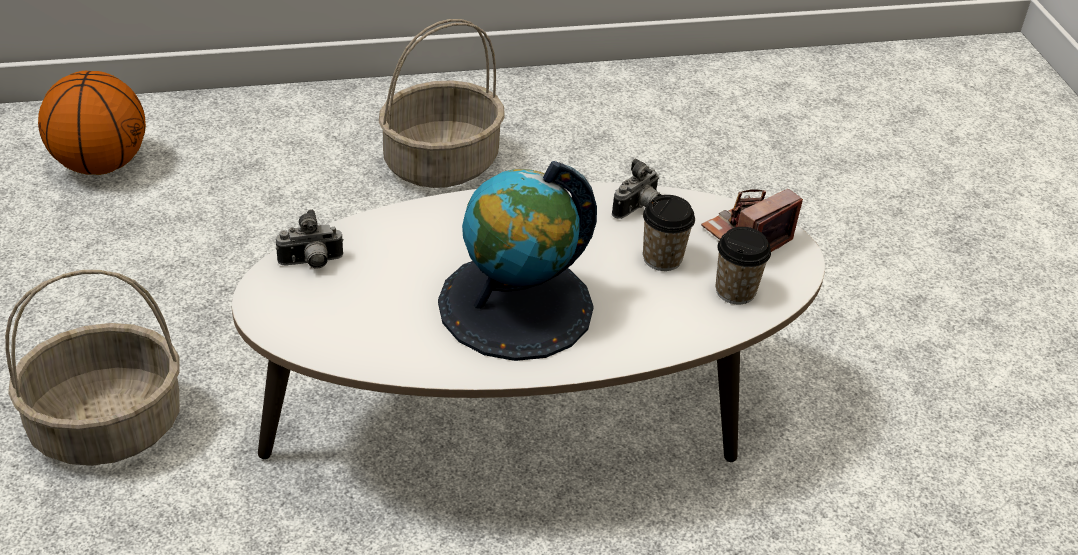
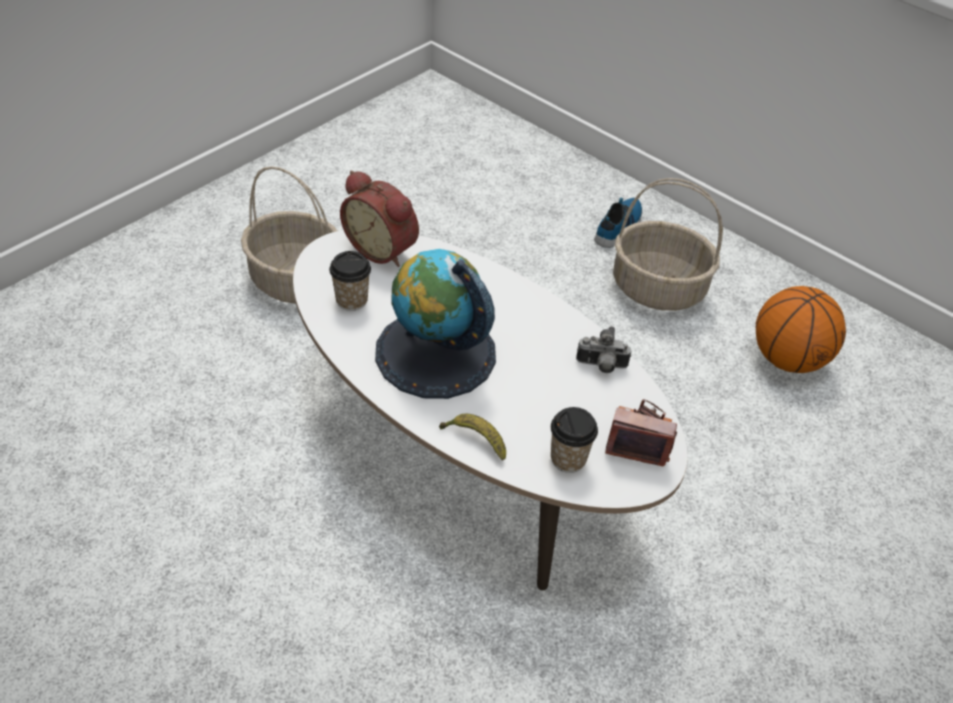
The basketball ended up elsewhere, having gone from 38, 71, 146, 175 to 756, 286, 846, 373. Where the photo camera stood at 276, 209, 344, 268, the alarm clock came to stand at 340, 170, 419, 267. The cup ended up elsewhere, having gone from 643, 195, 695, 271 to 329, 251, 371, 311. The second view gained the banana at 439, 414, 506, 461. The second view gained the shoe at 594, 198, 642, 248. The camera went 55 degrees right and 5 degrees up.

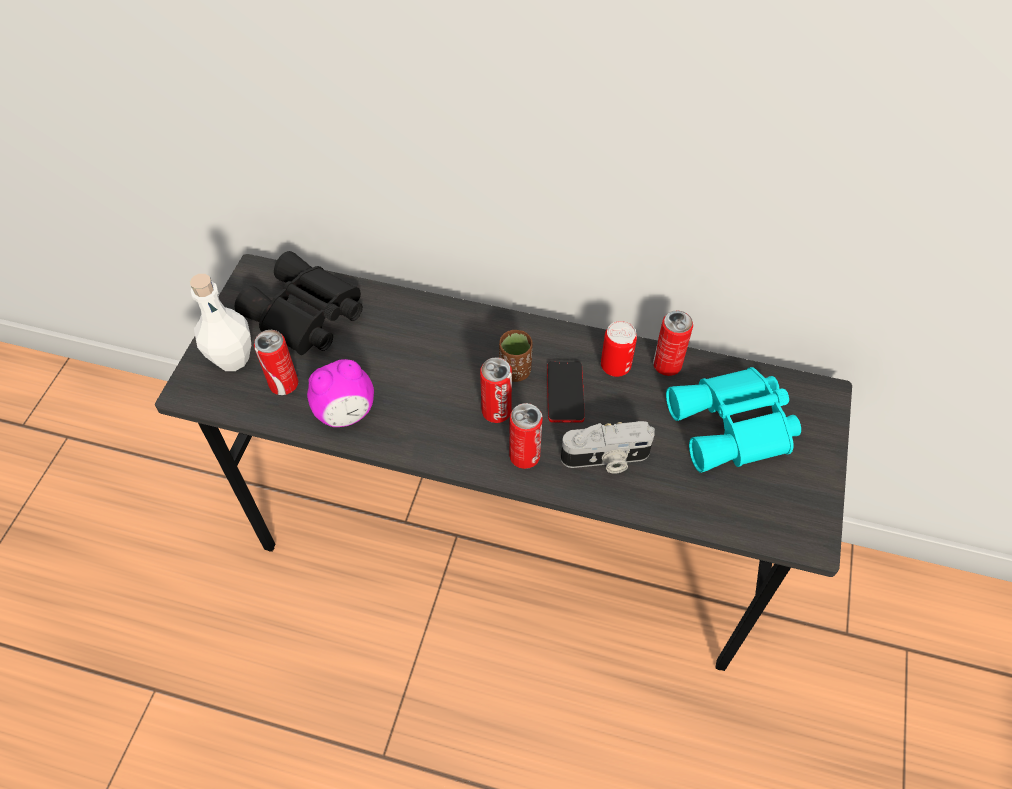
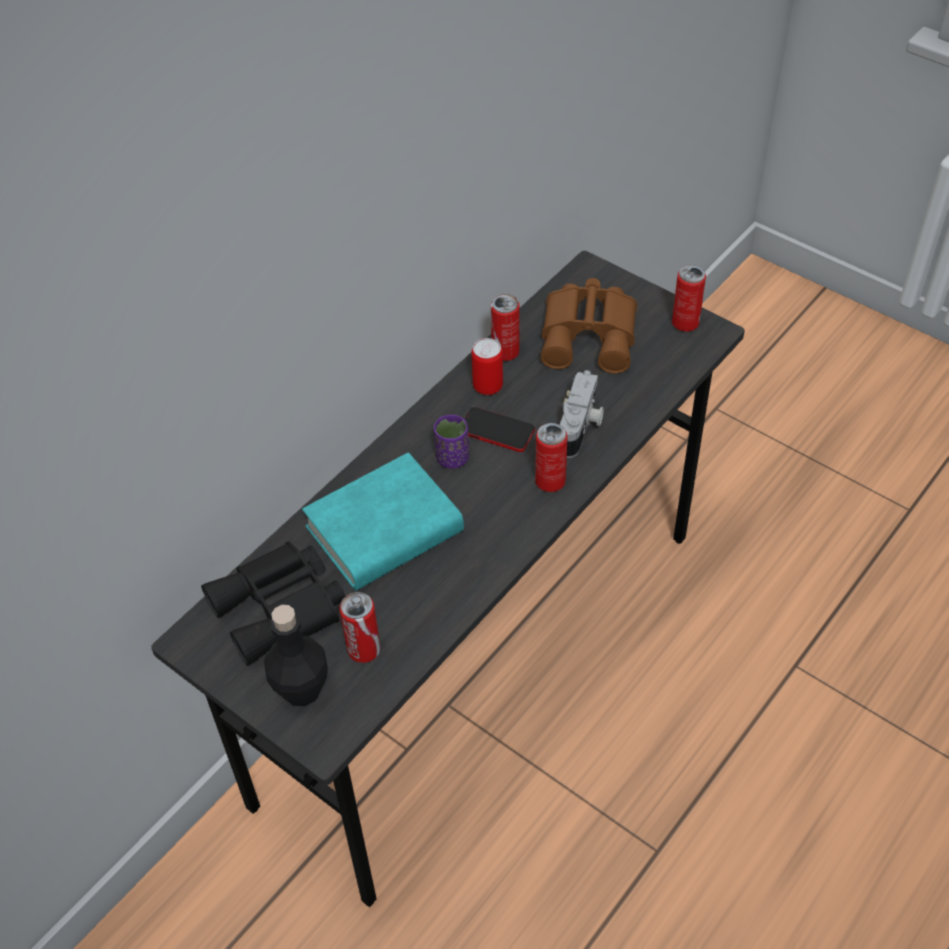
What was the white bottle at 190, 274, 251, 371 turned into the black bottle at 264, 605, 328, 706. The second view lost the alarm clock at 307, 359, 374, 427. The can ended up elsewhere, having gone from 480, 357, 512, 423 to 672, 265, 706, 331. What was the brown cup at 499, 330, 533, 382 turned into the purple cup at 434, 415, 469, 468. What was the turquoise binoculars at 666, 367, 801, 473 turned into the brown binoculars at 541, 278, 637, 374. The second view gained the turquoise book at 302, 452, 464, 591. The camera went 65 degrees left and 5 degrees down.

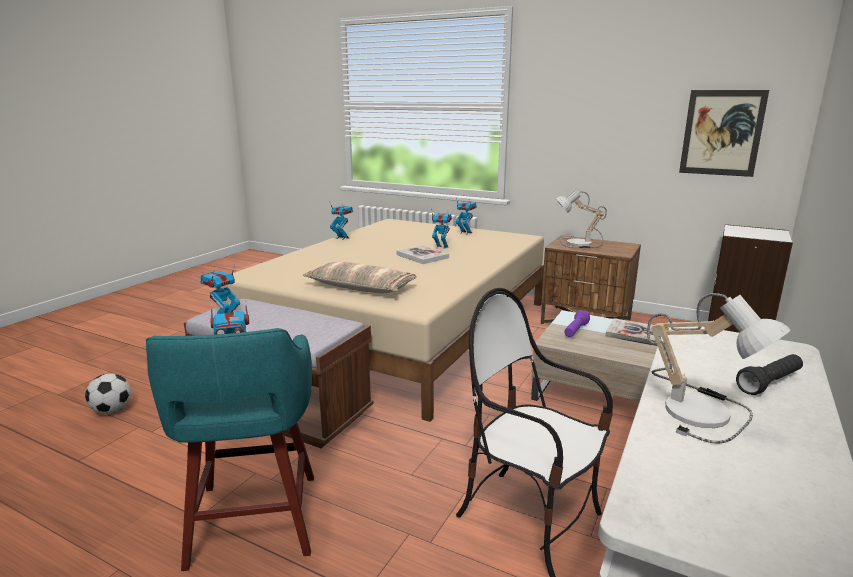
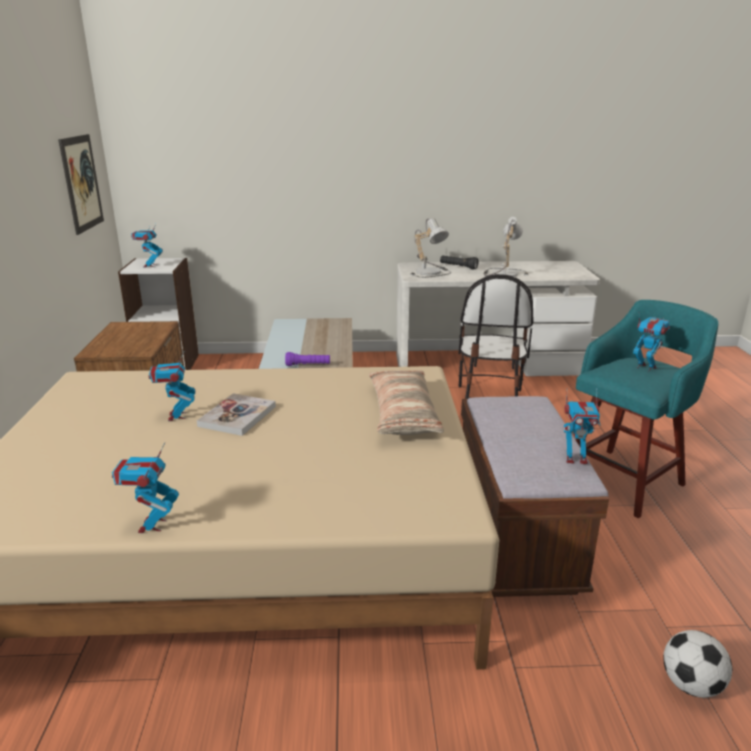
The toy robot ended up elsewhere, having gone from 456, 198, 477, 235 to 131, 224, 163, 267. The table lamp ended up elsewhere, having gone from 556, 190, 607, 248 to 410, 218, 451, 278. The second view lost the book at 605, 318, 661, 346. The camera went 120 degrees left and 5 degrees up.

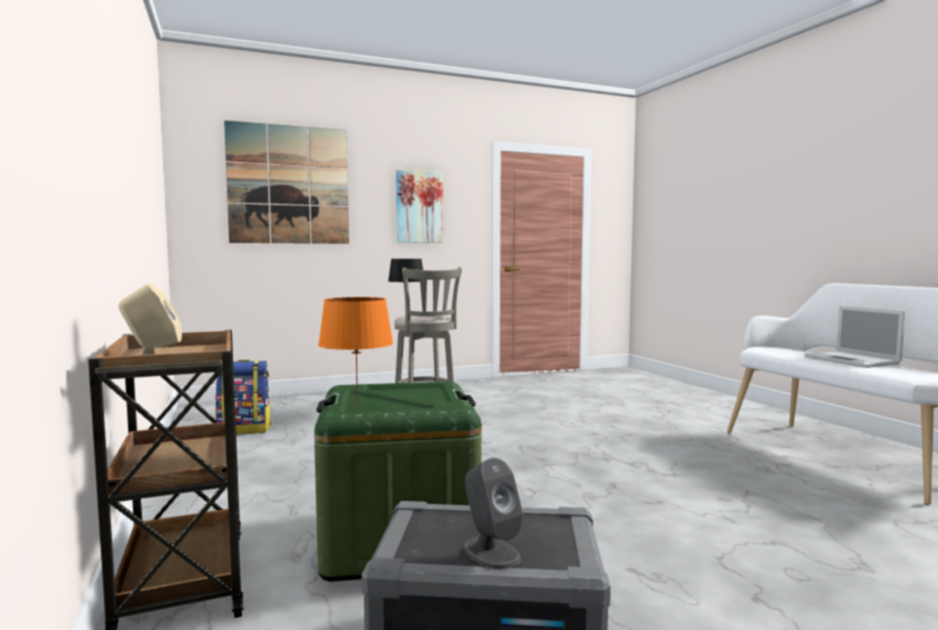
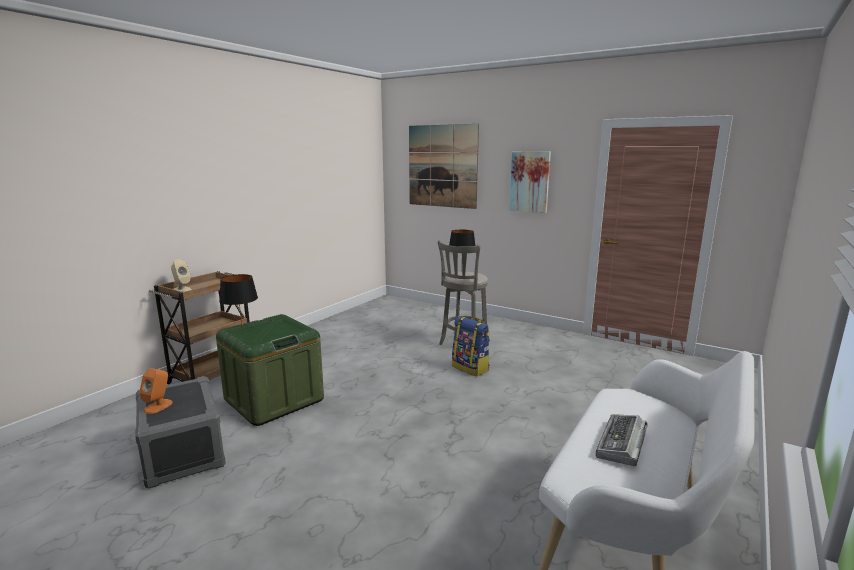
The backpack ended up elsewhere, having gone from 215, 360, 271, 434 to 452, 316, 490, 376. What was the orange table lamp at 318, 297, 393, 410 turned into the black table lamp at 219, 274, 258, 330. What was the grey speaker at 463, 458, 523, 570 turned into the orange speaker at 139, 368, 173, 414. Where the laptop stood at 805, 306, 905, 368, the keyboard came to stand at 596, 414, 647, 466. The camera went 55 degrees right and 10 degrees up.

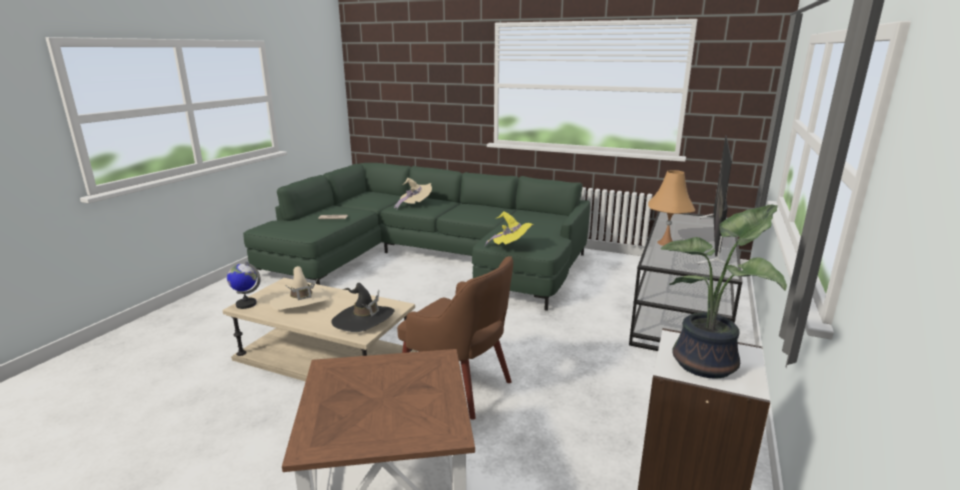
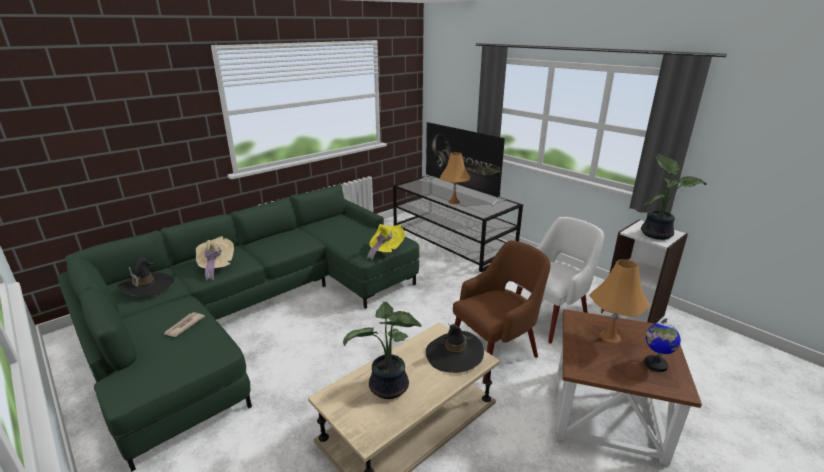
The globe ended up elsewhere, having gone from 227, 262, 261, 309 to 644, 318, 681, 372. Where the beige hat stood at 270, 266, 331, 310, the potted plant came to stand at 343, 302, 422, 399. The second view gained the black hat at 117, 258, 174, 297. The second view gained the white armchair at 515, 216, 604, 343. The second view gained the orange table lamp at 589, 259, 650, 344. The camera went 65 degrees left and 5 degrees up.

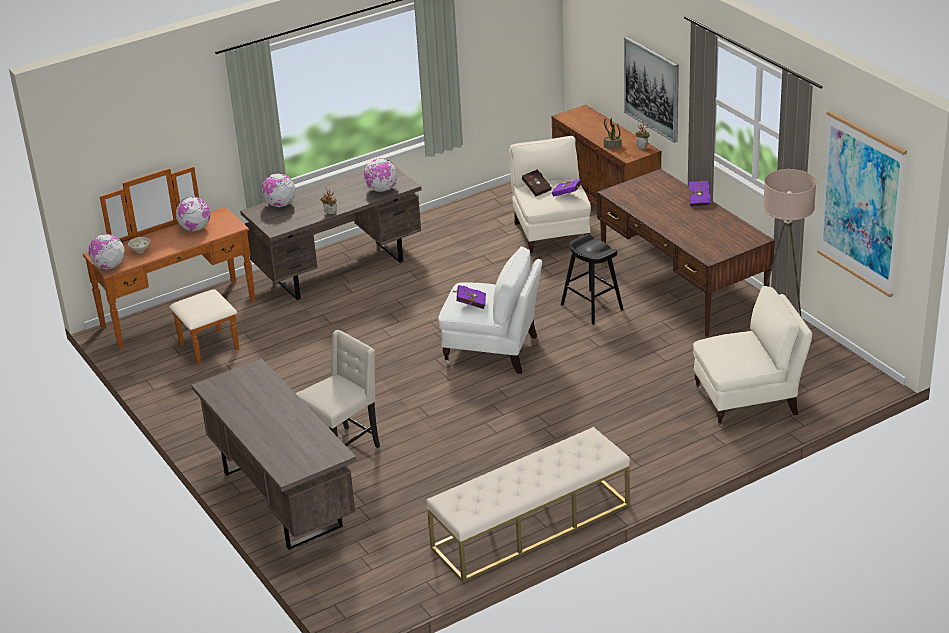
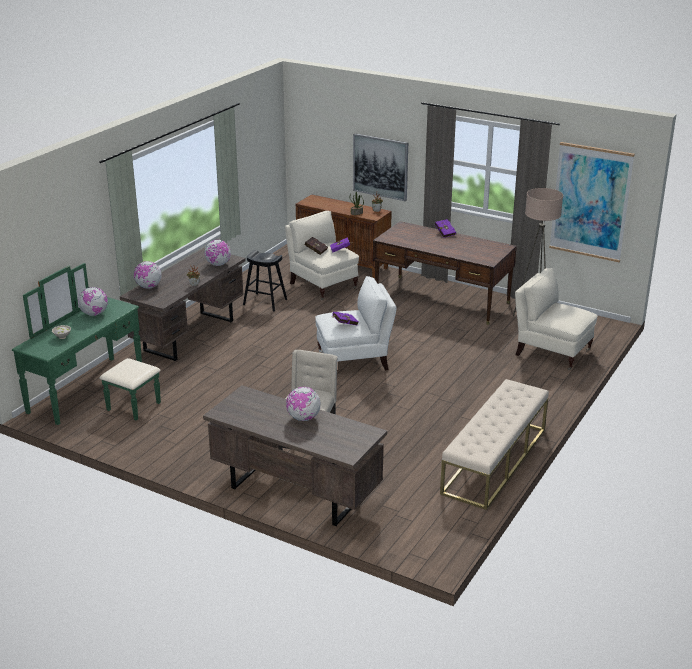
What was the brown dresser at 83, 166, 255, 365 turned into the green dresser at 12, 263, 161, 425. The globe ended up elsewhere, having gone from 88, 234, 125, 270 to 286, 387, 320, 421. The black stool ended up elsewhere, having gone from 561, 234, 623, 325 to 243, 250, 287, 311. The beige armchair at 693, 286, 812, 427 ended up facing another way, 105 degrees counterclockwise from before. The camera went 30 degrees left and 5 degrees down.

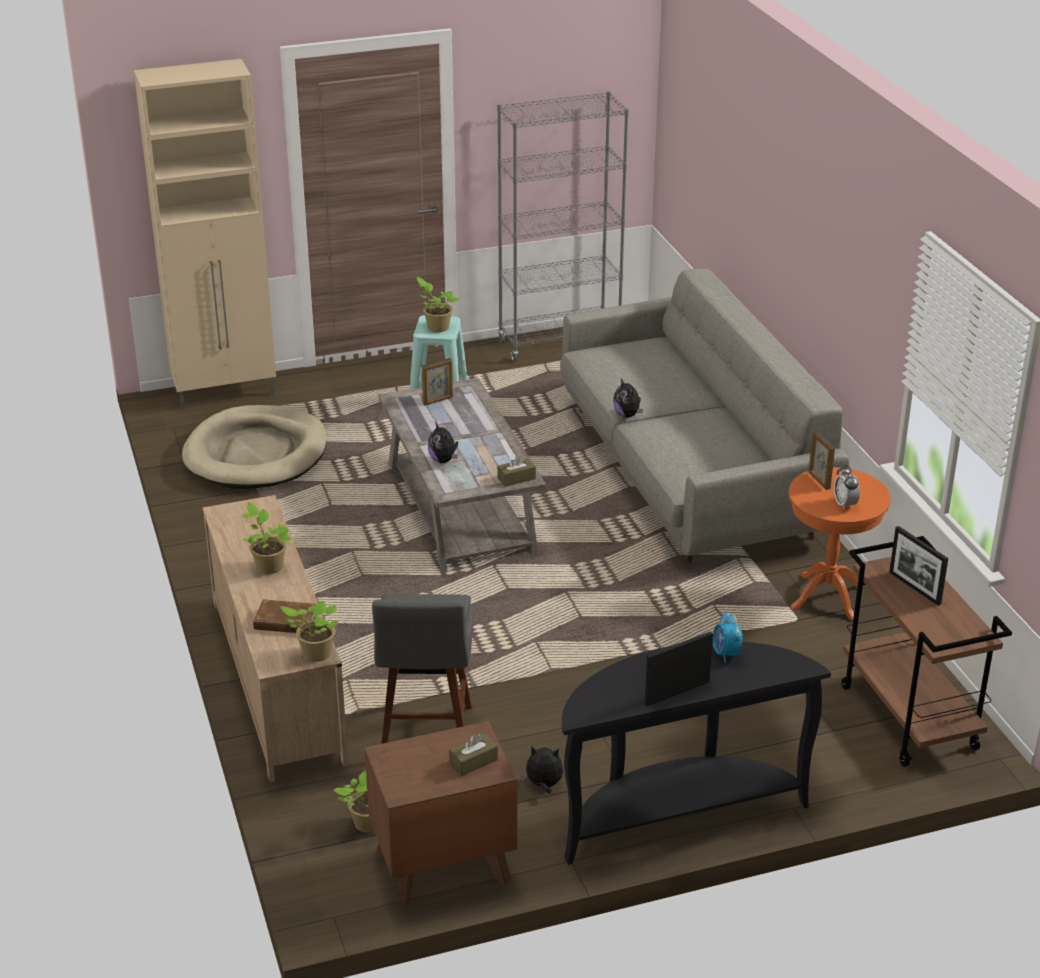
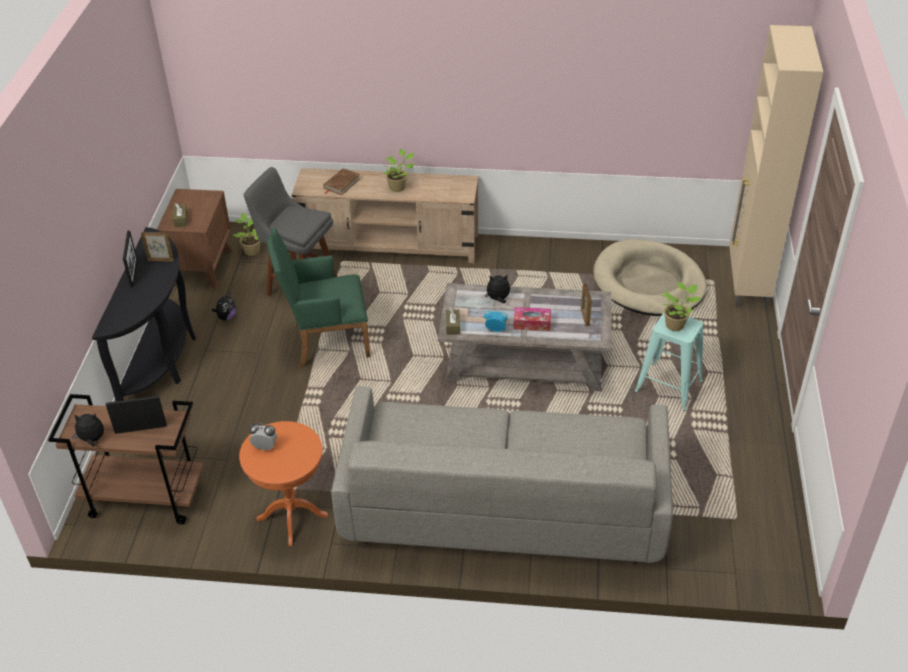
The second view lost the potted plant at 279, 601, 338, 662. The second view lost the grey bookcase at 497, 91, 629, 362. The plush toy ended up elsewhere, having gone from 613, 378, 643, 418 to 72, 414, 104, 447. The alarm clock ended up elsewhere, having gone from 713, 612, 743, 663 to 484, 311, 508, 332. The picture frame ended up elsewhere, having gone from 808, 431, 835, 490 to 141, 232, 174, 261. The second view gained the green armchair at 267, 228, 370, 367. The second view gained the tissue box at 514, 307, 551, 331. The camera went 115 degrees right and 10 degrees up.

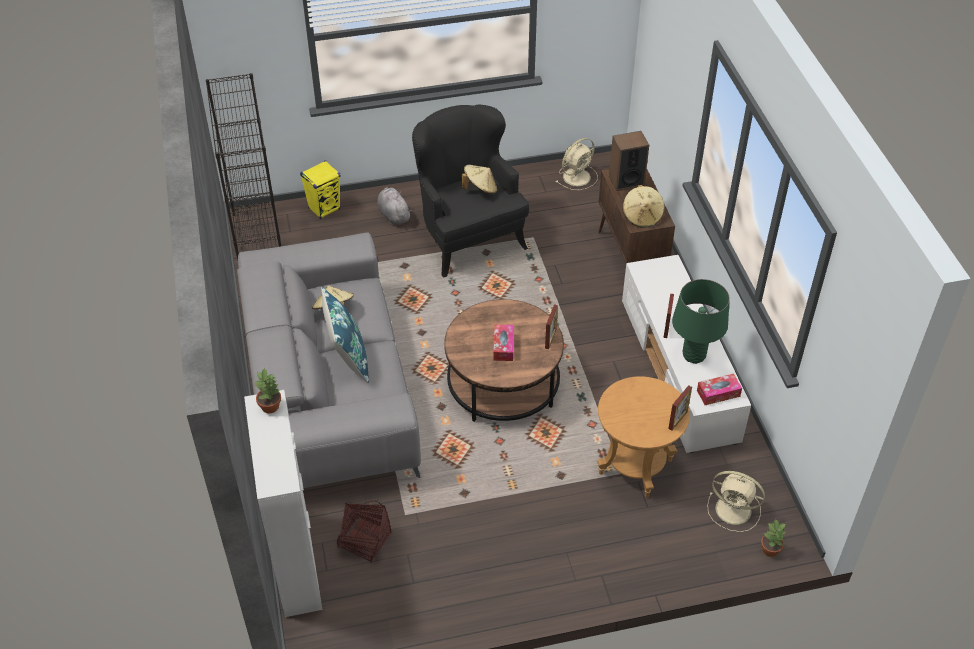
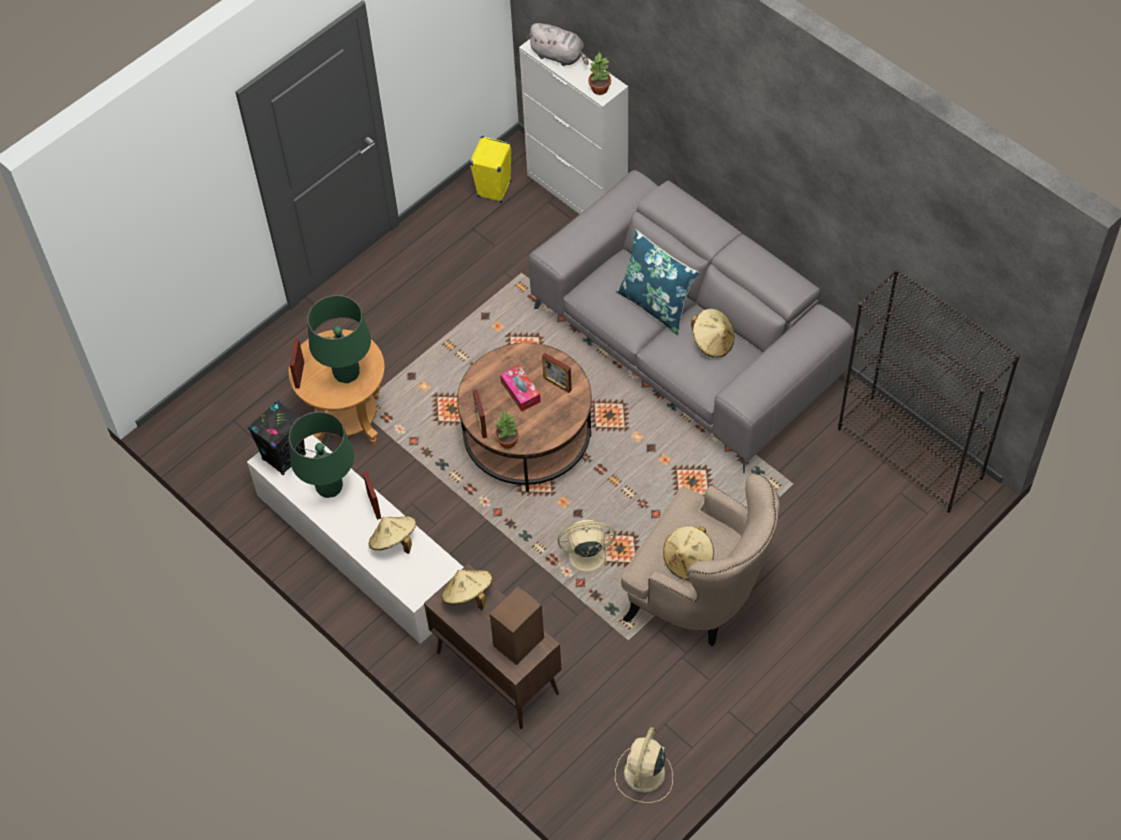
The yellow speaker ended up elsewhere, having gone from 300, 160, 341, 219 to 469, 136, 512, 203. The second view lost the basket at 337, 500, 392, 563. The grey plush toy ended up elsewhere, having gone from 377, 187, 412, 225 to 527, 23, 589, 66. What was the black armchair at 412, 105, 529, 278 turned into the beige armchair at 621, 474, 780, 646. Where the tissue box stood at 697, 374, 742, 405, the black speaker came to stand at 248, 401, 306, 475. The beige fan ended up elsewhere, having gone from 707, 471, 765, 532 to 558, 520, 618, 580. The potted plant ended up elsewhere, having gone from 761, 519, 786, 557 to 495, 410, 519, 449. The second view gained the green table lamp at 307, 295, 371, 383. The second view gained the beige hat at 369, 516, 416, 554. The second view gained the picture frame at 542, 353, 572, 393. The camera went 150 degrees right and 10 degrees up.

